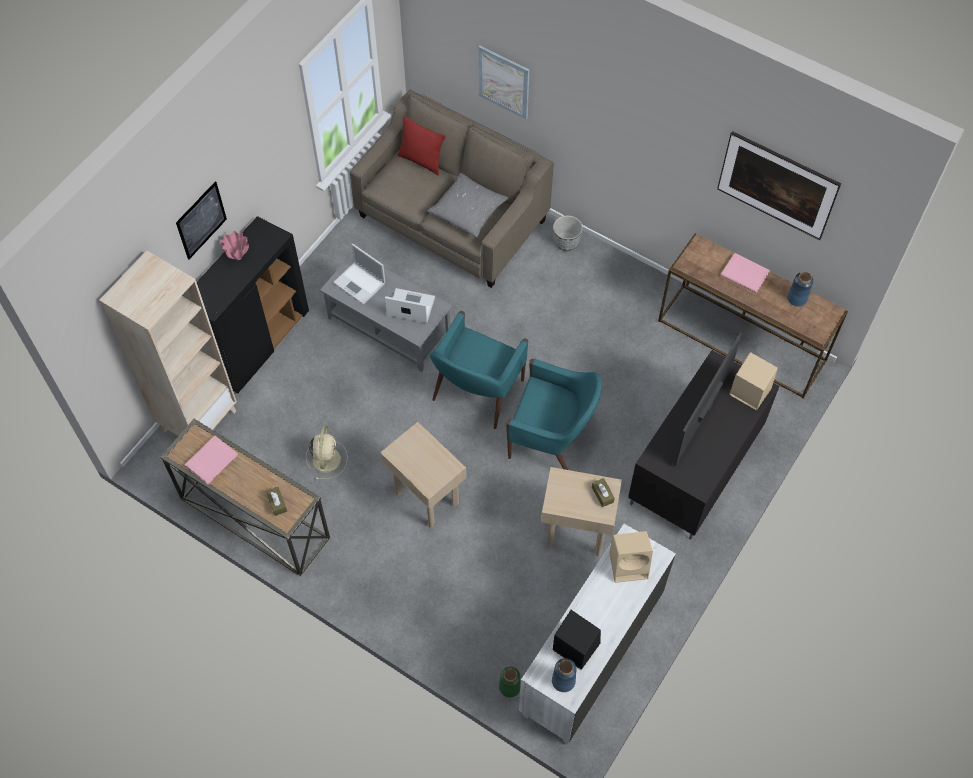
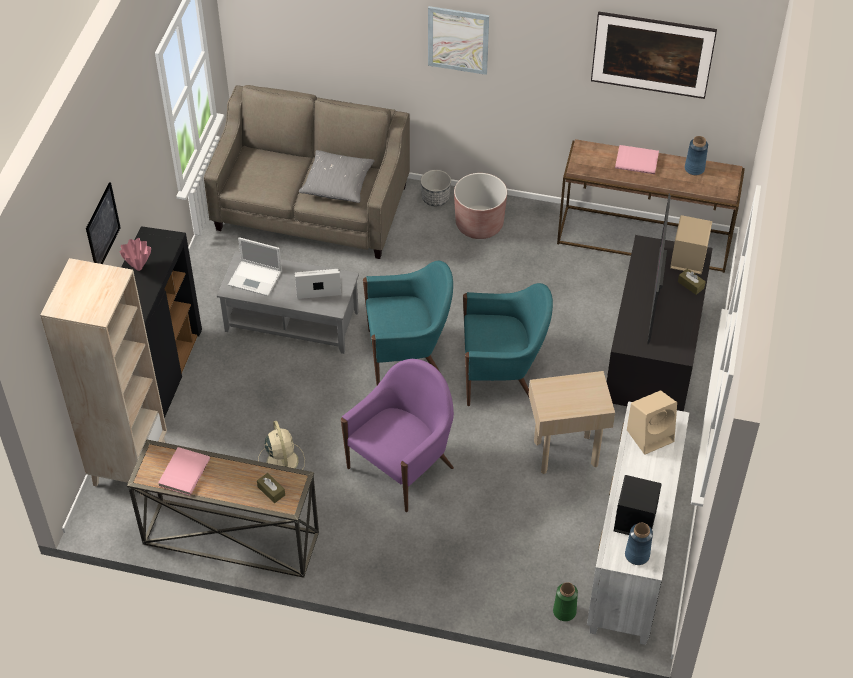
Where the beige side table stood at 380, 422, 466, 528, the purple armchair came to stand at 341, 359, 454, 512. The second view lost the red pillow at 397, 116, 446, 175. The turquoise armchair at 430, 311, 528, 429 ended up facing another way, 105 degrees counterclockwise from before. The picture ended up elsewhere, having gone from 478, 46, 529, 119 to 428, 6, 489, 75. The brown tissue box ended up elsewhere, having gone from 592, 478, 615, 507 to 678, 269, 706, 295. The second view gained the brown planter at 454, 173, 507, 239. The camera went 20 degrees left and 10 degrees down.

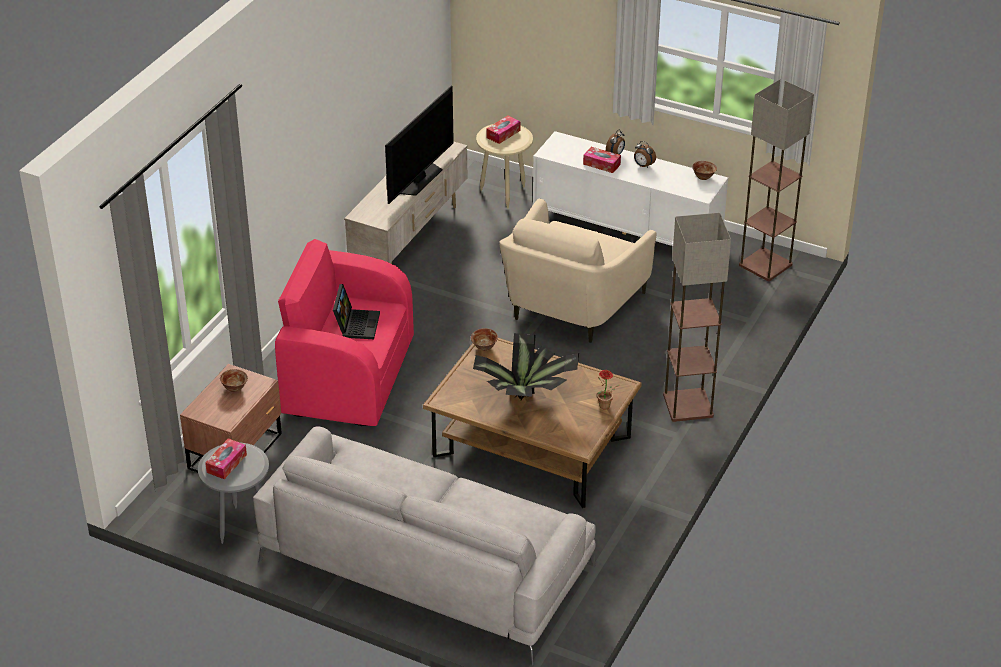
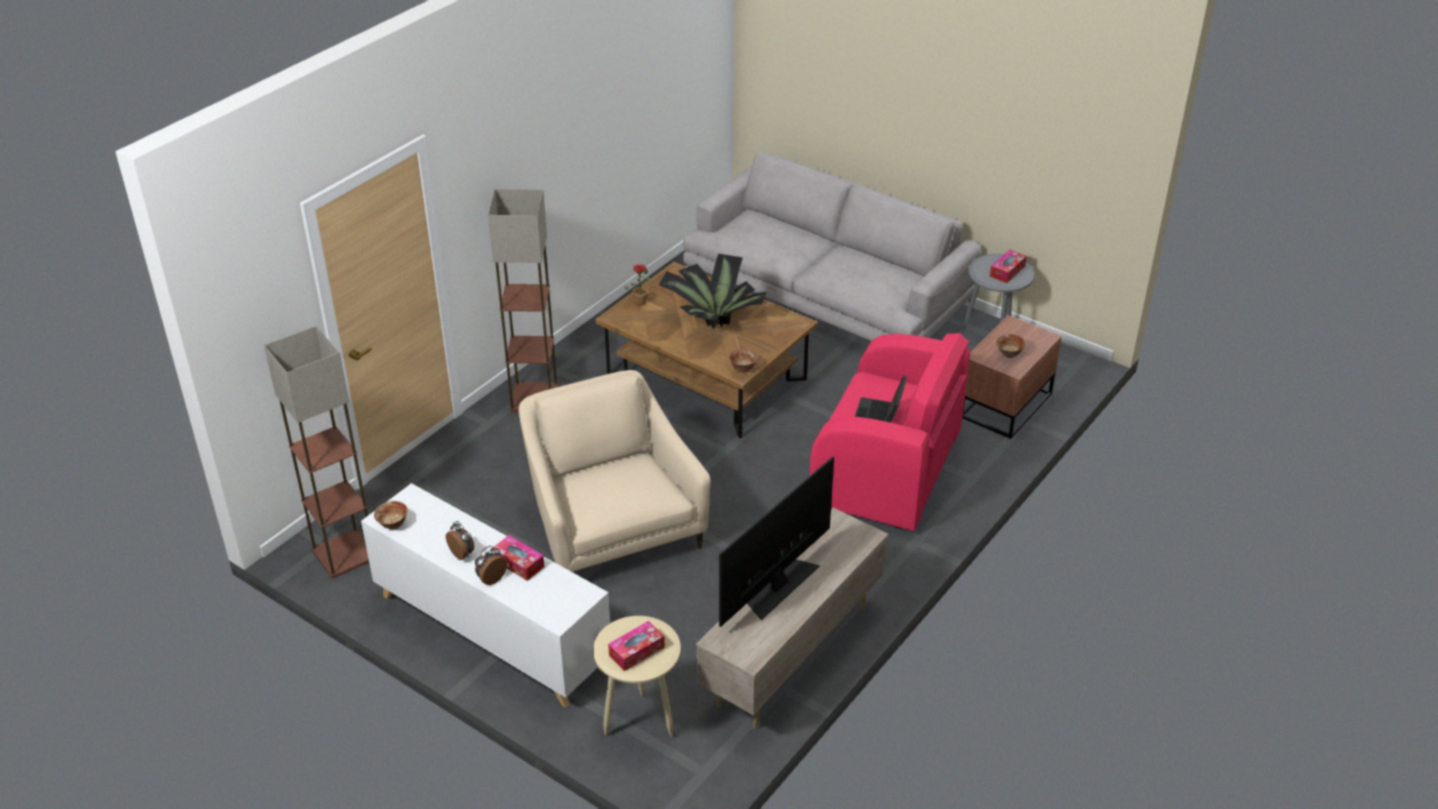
The beige armchair at 499, 198, 657, 343 ended up facing another way, 60 degrees counterclockwise from before. The camera went 170 degrees left and 0 degrees up.

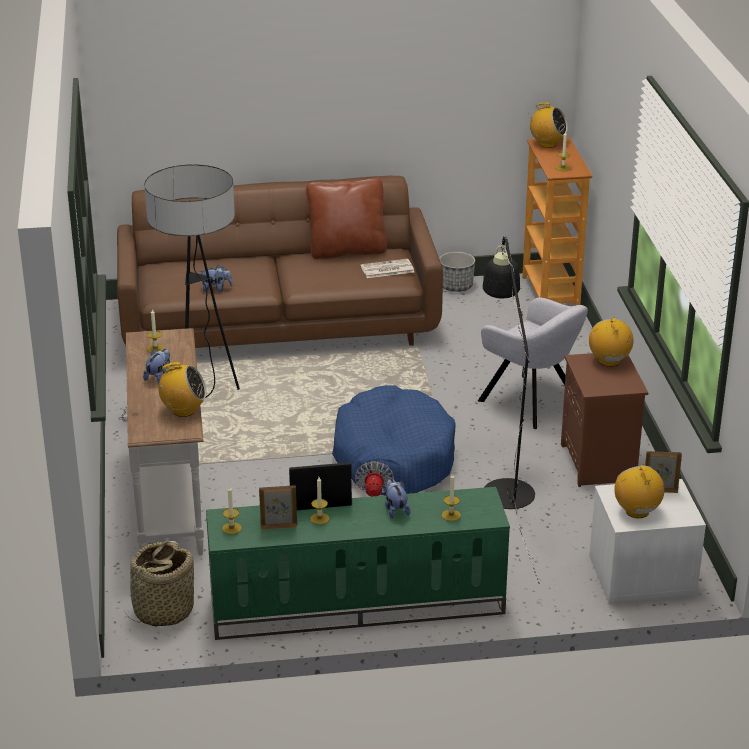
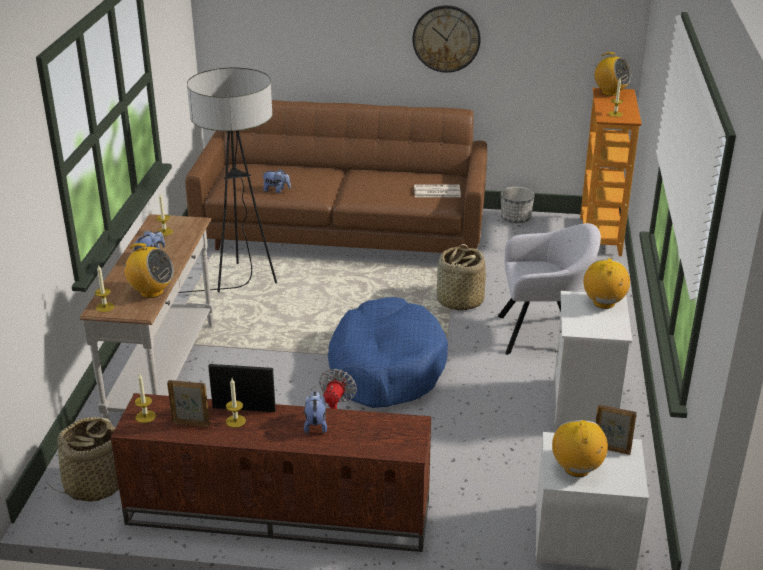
What was the green tv stand at 206, 487, 510, 640 turned into the brown tv stand at 111, 393, 431, 552. The second view lost the brown pillow at 306, 178, 387, 259. The candle ended up elsewhere, having gone from 442, 473, 461, 521 to 95, 264, 115, 312. The grey armchair at 478, 297, 588, 429 ended up facing another way, 60 degrees counterclockwise from before. The second view lost the black floor lamp at 483, 236, 539, 583. What was the brown nightstand at 561, 353, 648, 487 turned into the white nightstand at 554, 291, 632, 426. The second view gained the wall clock at 413, 5, 481, 73. The second view gained the basket at 437, 244, 486, 310. The camera went 15 degrees right and 0 degrees up.

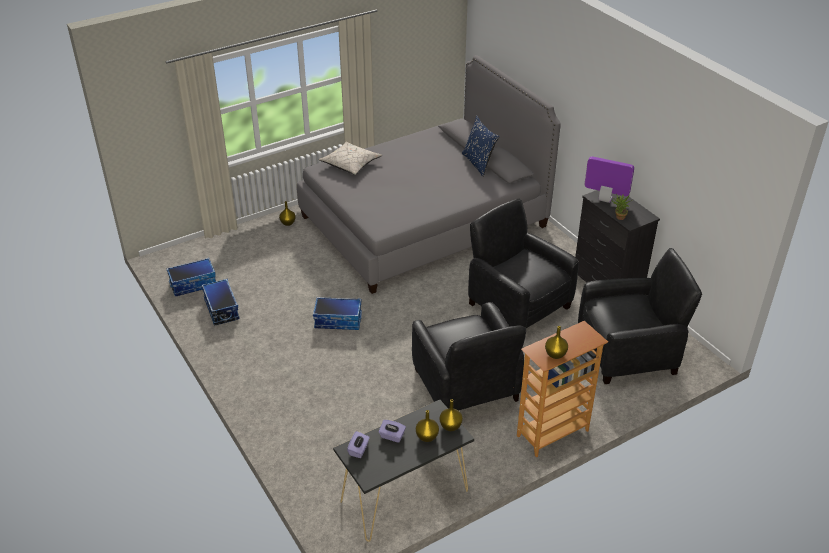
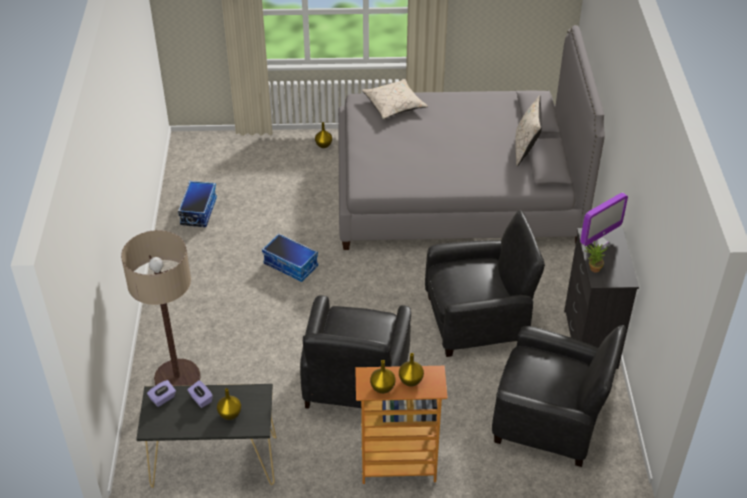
The second view lost the storage box at 166, 258, 216, 296. The yellow vase ended up elsewhere, having gone from 440, 399, 463, 431 to 399, 353, 424, 386. What was the blue pillow at 462, 116, 499, 177 turned into the beige pillow at 515, 95, 542, 166. The black armchair at 468, 199, 579, 328 ended up facing another way, 90 degrees clockwise from before. The monitor at 584, 156, 634, 203 ended up facing another way, 90 degrees clockwise from before. The second view gained the floor lamp at 121, 230, 201, 386. The camera went 30 degrees right and 5 degrees up.

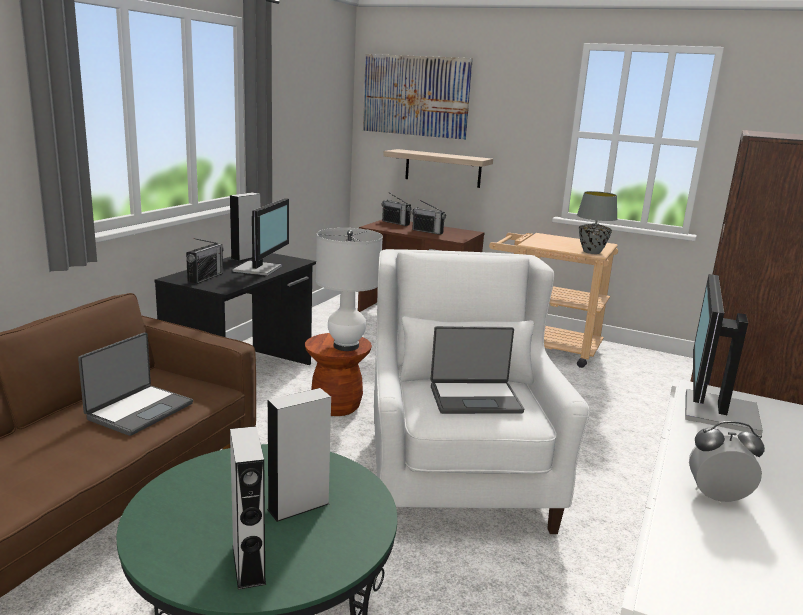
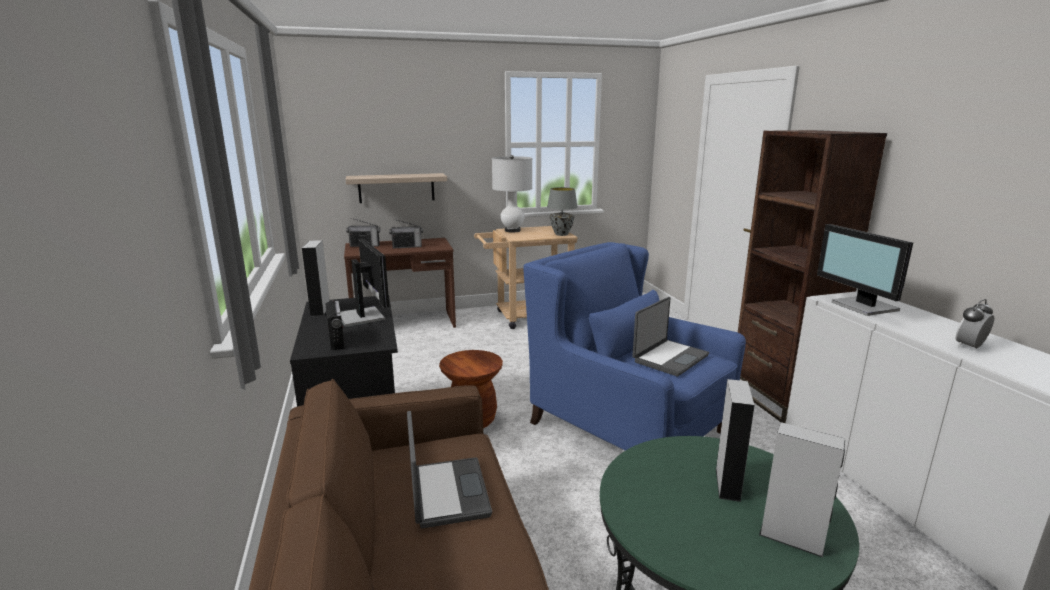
The white table lamp ended up elsewhere, having gone from 316, 228, 383, 351 to 492, 155, 532, 232. The second view lost the picture at 363, 54, 473, 140. What was the white armchair at 374, 249, 590, 534 turned into the blue armchair at 523, 242, 746, 451. The camera went 40 degrees left and 0 degrees up.

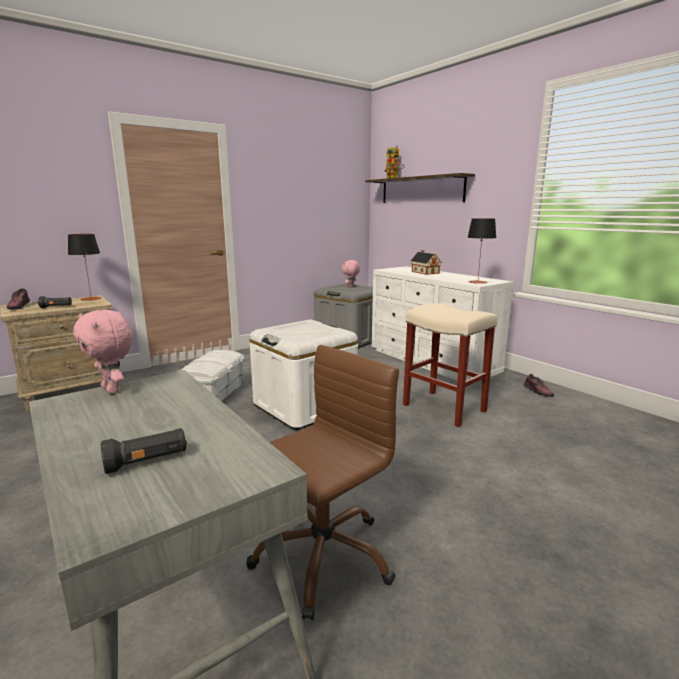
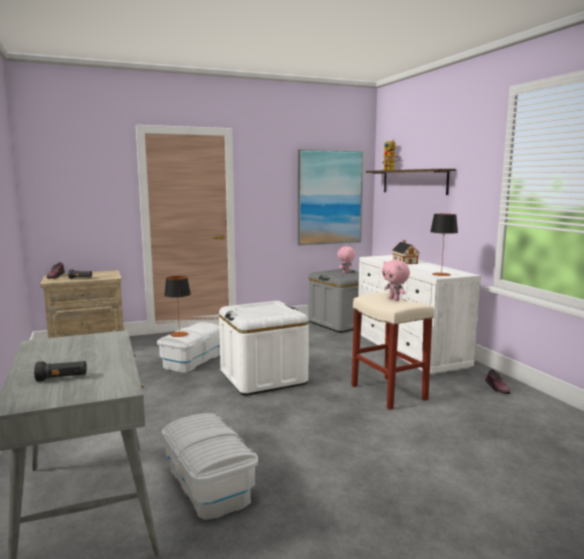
The table lamp ended up elsewhere, having gone from 68, 234, 102, 301 to 164, 276, 191, 337. The pink plush toy ended up elsewhere, having gone from 73, 310, 133, 394 to 382, 260, 410, 301. Where the brown office chair stood at 247, 345, 399, 620, the white storage box came to stand at 162, 413, 258, 520. The second view gained the picture at 298, 149, 364, 245. The camera went 15 degrees right and 5 degrees down.

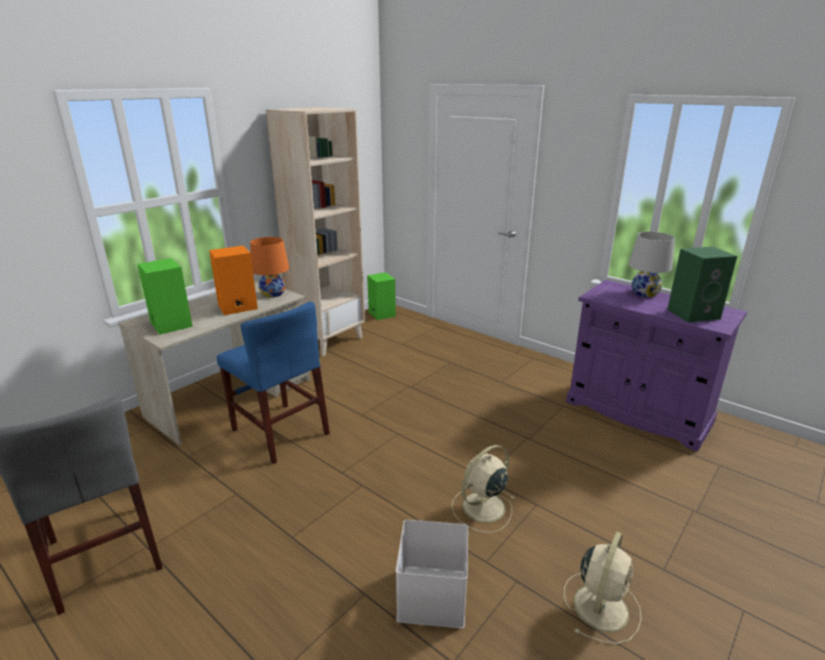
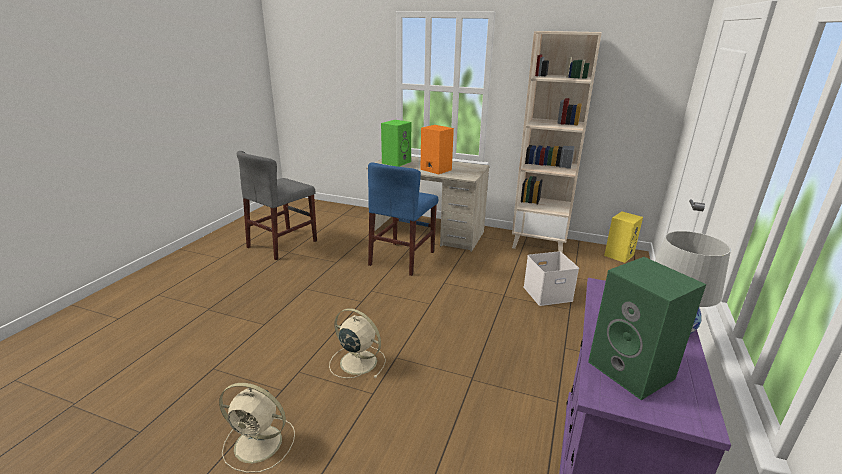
The second view lost the orange table lamp at 250, 237, 289, 297. What was the green speaker at 367, 272, 396, 320 turned into the yellow speaker at 604, 211, 643, 263. The white storage box ended up elsewhere, having gone from 396, 520, 468, 629 to 524, 251, 579, 306. The camera went 70 degrees right and 0 degrees up.

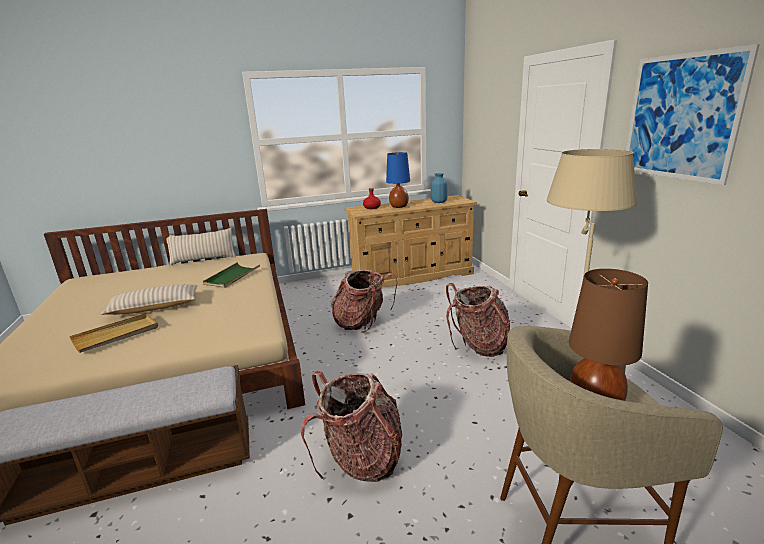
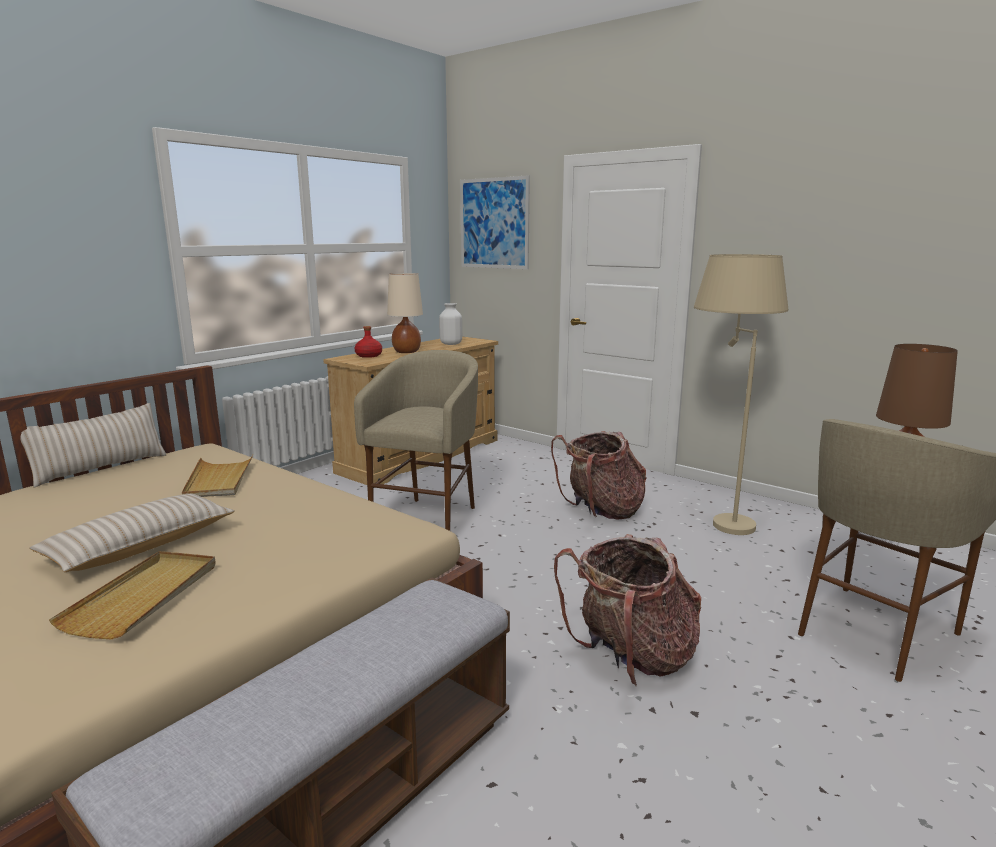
What was the green tray at 203, 262, 260, 288 turned into the beige tray at 182, 455, 253, 497. Where the backpack stood at 331, 269, 397, 333, the beige stool came to stand at 354, 350, 478, 531. What was the blue table lamp at 386, 152, 410, 208 turned into the beige table lamp at 387, 273, 423, 353. What was the blue vase at 431, 173, 448, 203 turned into the white vase at 439, 303, 462, 345. The picture ended up elsewhere, having gone from 626, 44, 760, 185 to 460, 175, 530, 269. The camera went 35 degrees left and 5 degrees down.

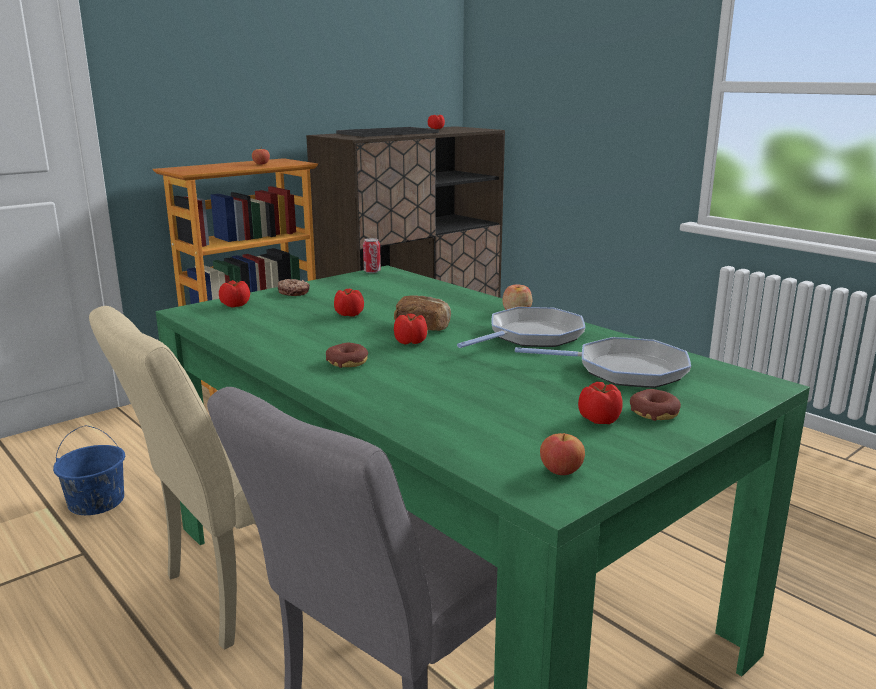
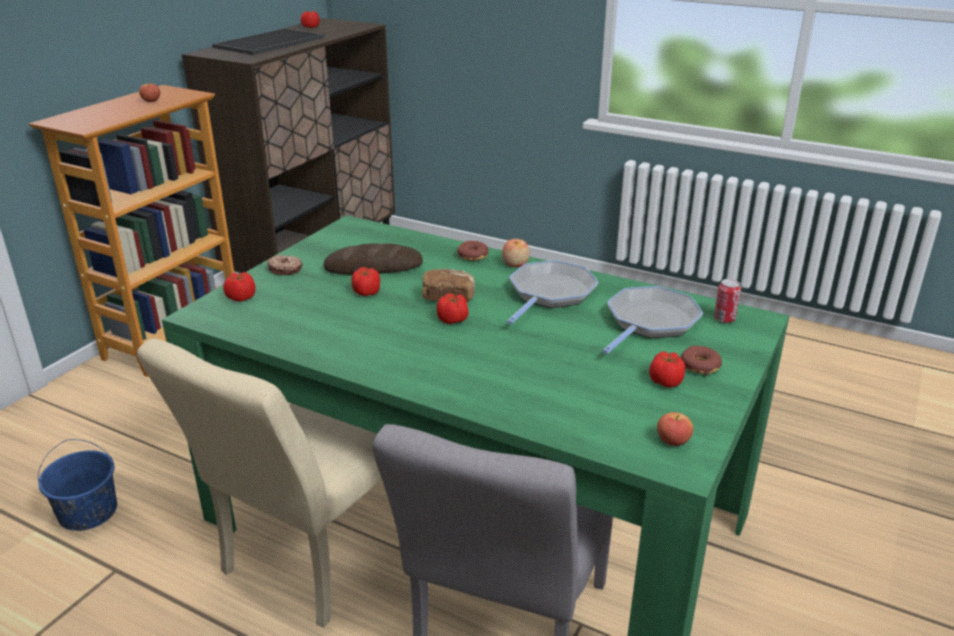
The donut ended up elsewhere, having gone from 326, 343, 368, 368 to 457, 241, 489, 261. The can ended up elsewhere, having gone from 363, 238, 381, 273 to 714, 279, 741, 323. The frying pan at 515, 337, 691, 388 ended up facing another way, 45 degrees counterclockwise from before. The second view gained the bread at 324, 243, 423, 275. The camera went 20 degrees left and 10 degrees up.

